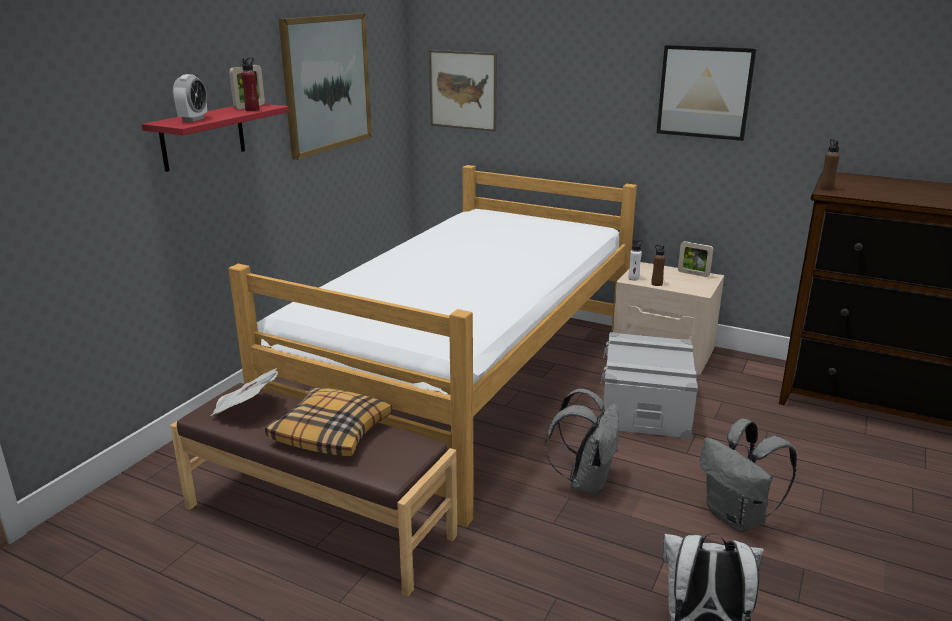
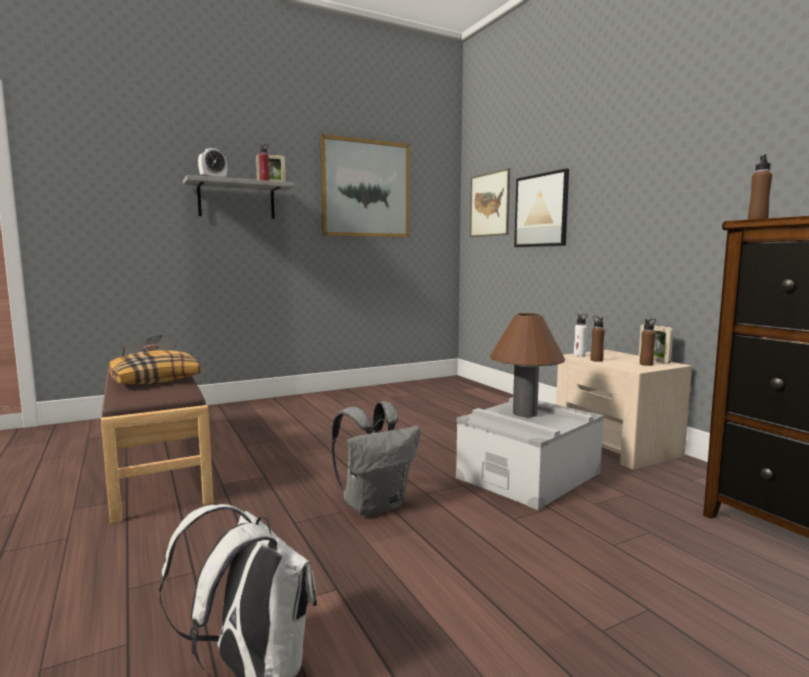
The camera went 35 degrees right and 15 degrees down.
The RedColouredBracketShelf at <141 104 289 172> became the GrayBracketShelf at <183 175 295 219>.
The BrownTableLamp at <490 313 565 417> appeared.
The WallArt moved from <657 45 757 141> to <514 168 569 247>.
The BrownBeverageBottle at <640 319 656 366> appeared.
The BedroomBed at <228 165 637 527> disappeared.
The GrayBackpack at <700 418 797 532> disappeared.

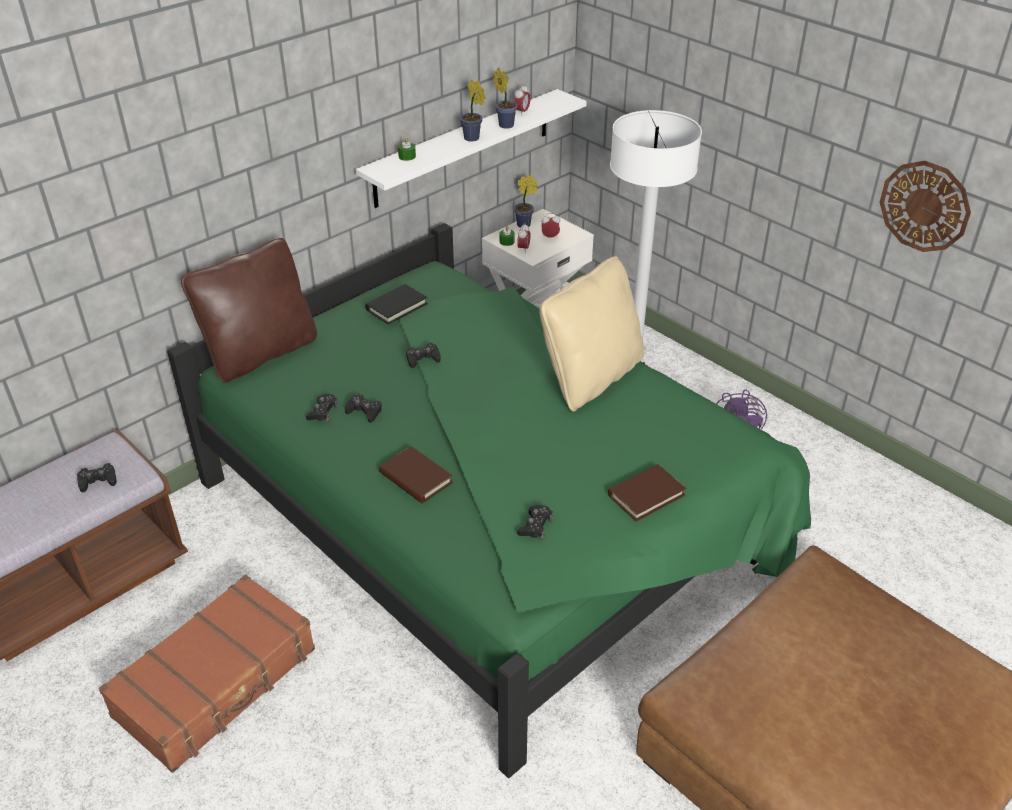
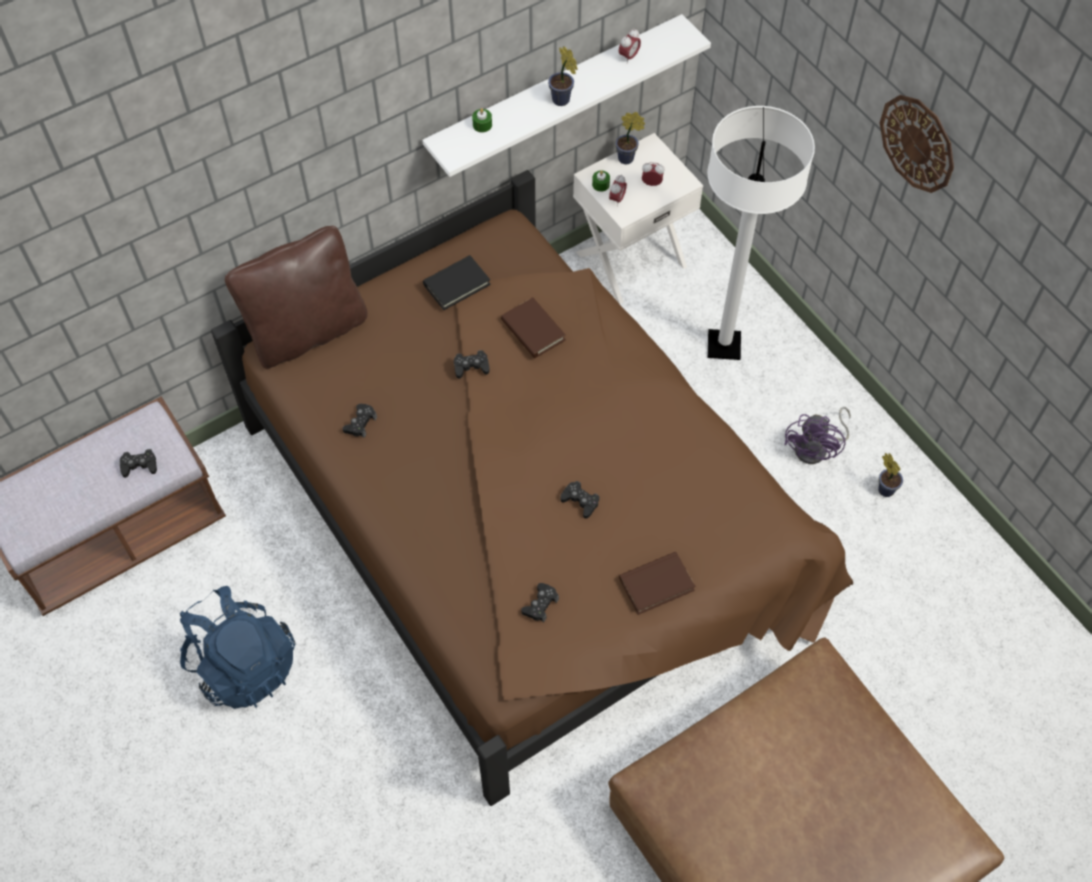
The camera went 10 degrees right and 20 degrees up.
The BrownPieceOfLuggage at <99 575 315 773> was replaced by the BlueColouredBackpack at <180 586 295 709>.
The GreenishBedroomBed at <167 223 811 778> became the BrownBedroomBed at <211 170 853 806>.
The BrownVolume moved from <379 446 453 503> to <501 297 566 358>.
The BlackGameController moved from <345 394 382 423> to <560 481 599 519>.
The PlantInAPot moved from <493 67 517 129> to <878 453 903 497>.
The HangingClock moved from <880 161 971 252> to <880 95 954 193>.
The BeigeThrowPillow at <540 256 644 412> disappeared.

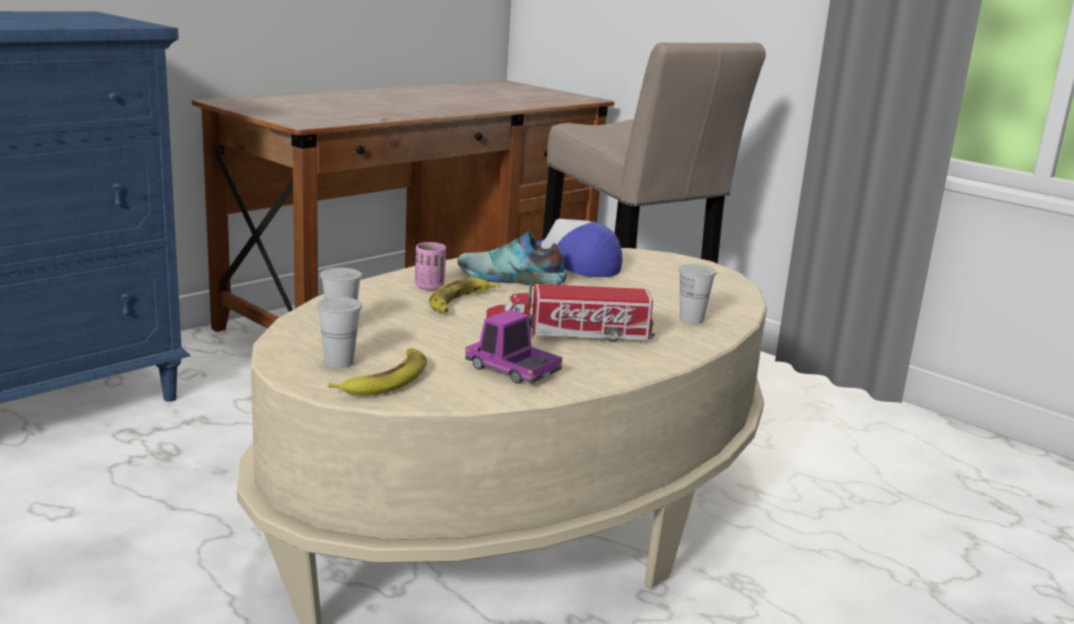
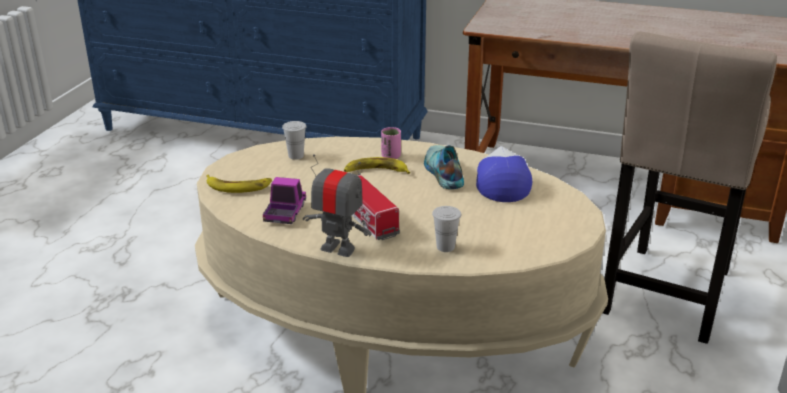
The camera went 65 degrees right and 10 degrees up.
The RobotFigure at <303 154 372 257> appeared.
The WhiteDrinkingCup at <316 297 362 368> disappeared.

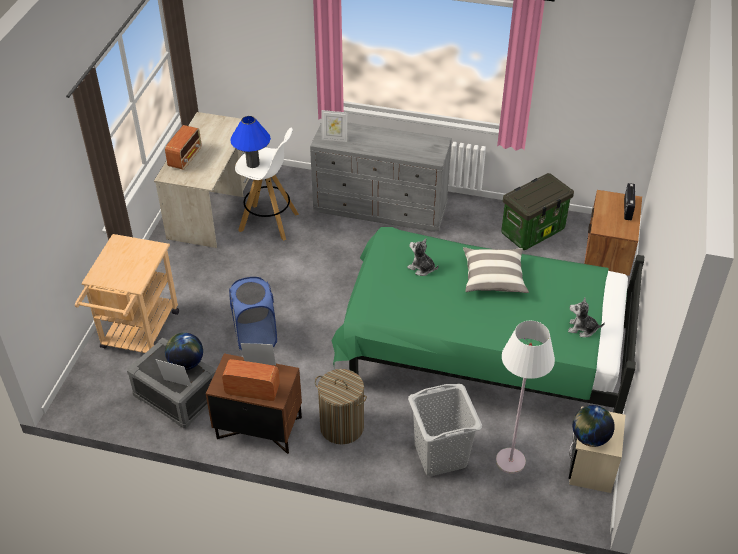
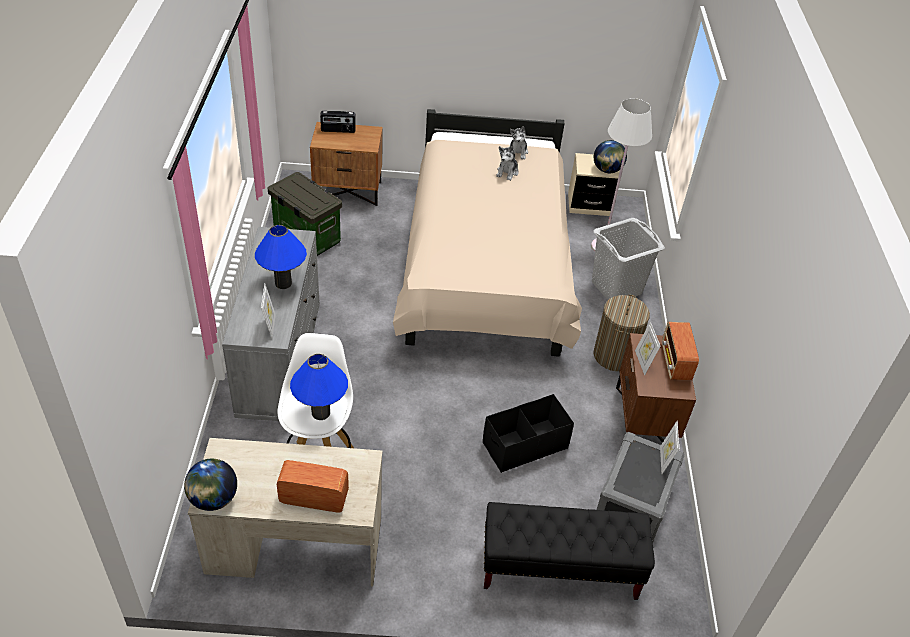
The camera went 105 degrees left and 0 degrees up.
The WorldGlobe moved from <165 333 203 370> to <184 459 237 511>.
The BlueColouredTableLamp at <255 225 307 289> appeared.
The GreenishBedroomBed at <332 227 644 414> became the BeigeBedroomBed at <393 109 582 357>.
The BlueColouredLaundryBasket at <229 277 277 350> was replaced by the BlackStorageContainer at <483 394 574 473>.
The BeigeWheeledCart at <75 234 179 353> was replaced by the BlackLongSeat at <484 502 655 600>.
The CuddlyToy moved from <407 238 439 276> to <496 146 519 181>.
The ThrowPillow at <463 247 529 293> disappeared.

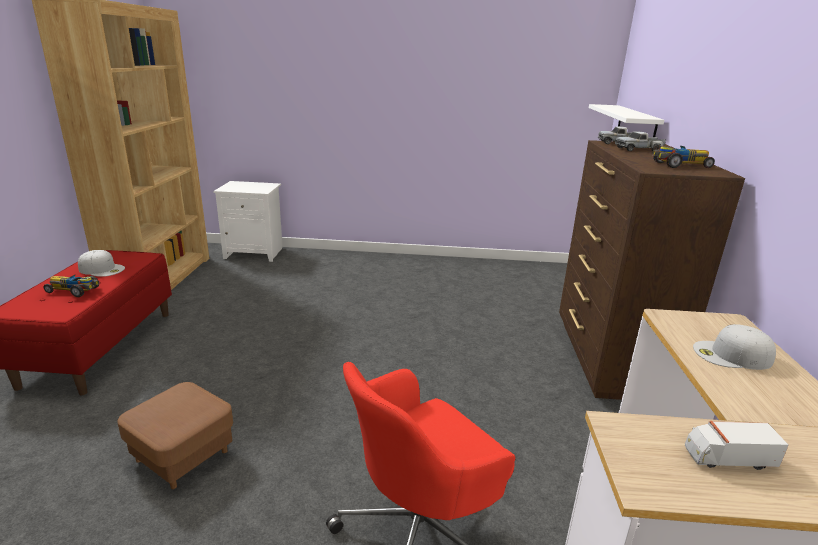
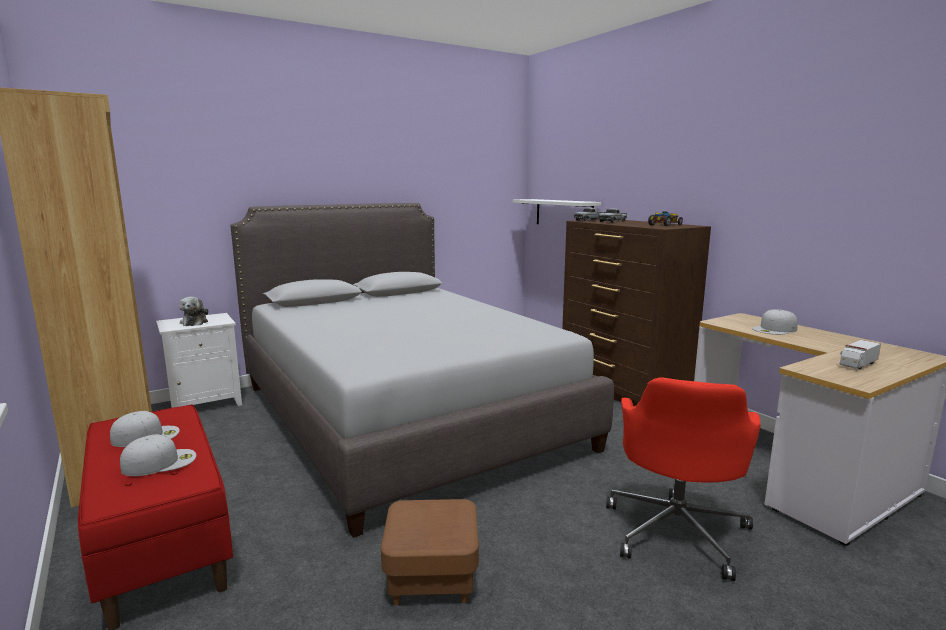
The camera went 35 degrees left and 10 degrees down.
The ModelCar at <43 275 99 297> was replaced by the WhiteBaseballCap at <120 434 196 476>.
The CuddlyToy at <179 297 208 326> appeared.
The GrayBedroomBed at <230 203 614 538> appeared.

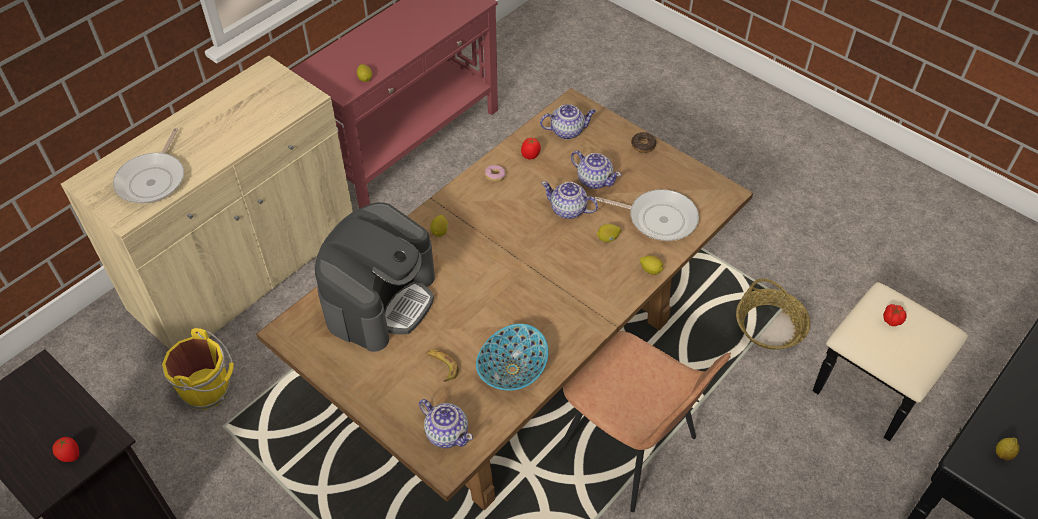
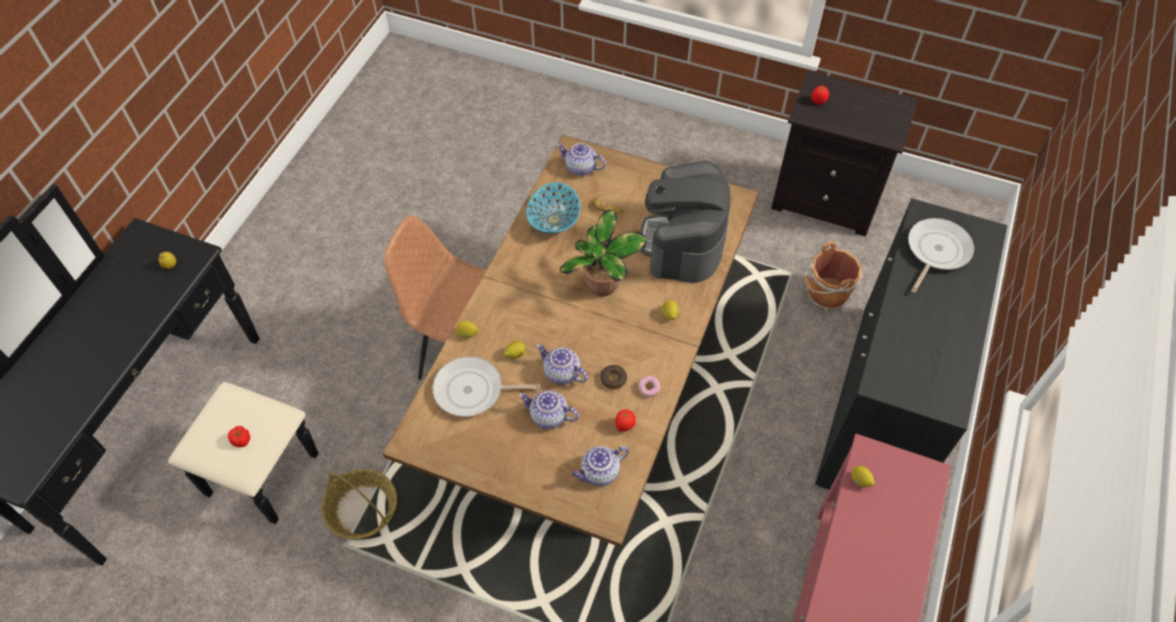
The camera went 160 degrees right and 5 degrees up.
The Teapot at <541 181 598 219> turned 150 degrees counterclockwise.
The PlantInAPot at <560 210 647 296> appeared.
The Doughnut moved from <631 132 657 153> to <600 365 627 390>.
The YellowishBucket at <162 328 234 410> became the BrownBucket at <804 242 863 311>.
The BeigeCabinet at <61 55 353 349> became the BlackCabinet at <815 198 1008 490>.
The Pan at <113 128 184 204> turned 45 degrees clockwise.

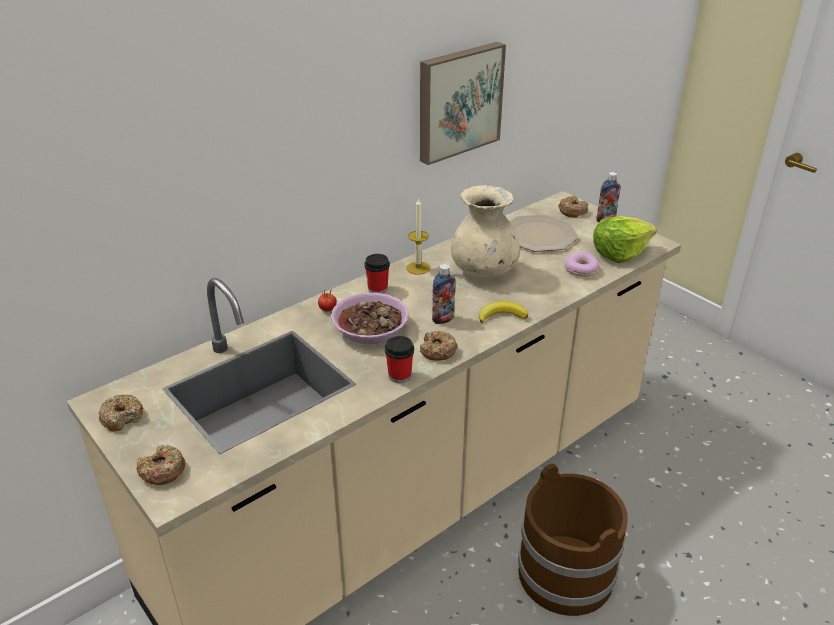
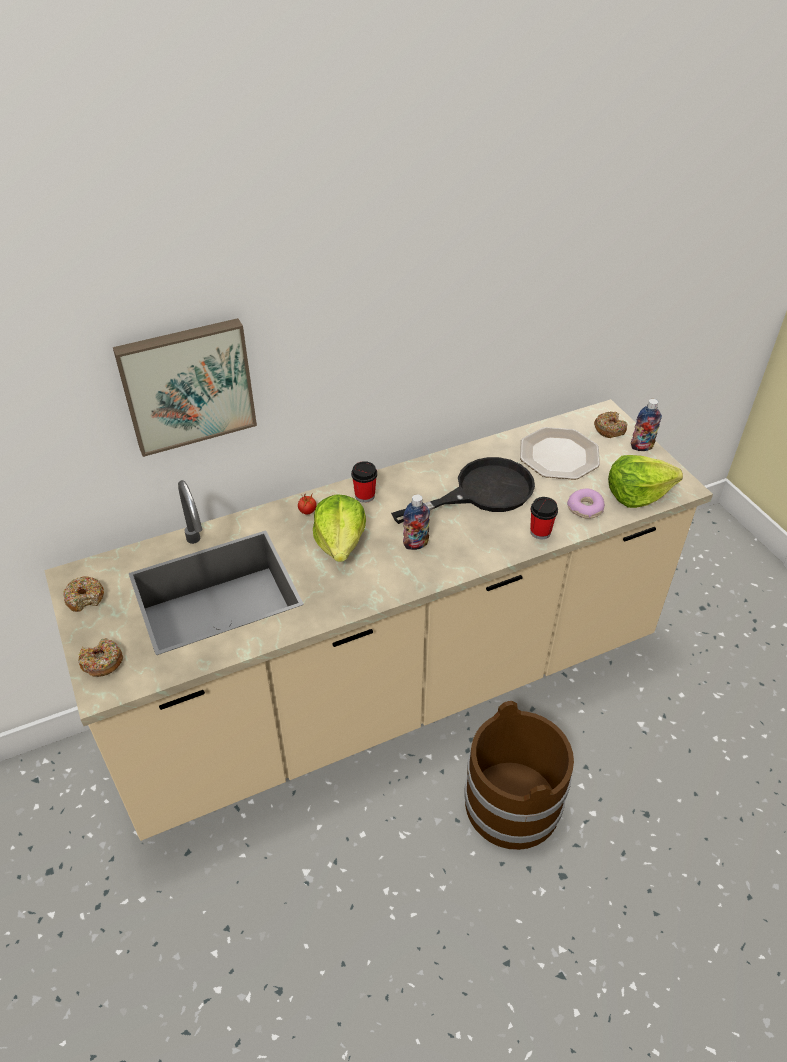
The camera went 15 degrees right and 10 degrees up.
The WallArt moved from <420 42 506 165> to <113 318 257 457>.
The Bowl at <331 293 409 344> was replaced by the Lettuce at <313 494 366 562>.
The BeigeDecorativeVase at <451 185 520 277> was replaced by the BlackPan at <391 457 535 524>.
The DrinkingCup moved from <385 336 414 383> to <530 497 558 539>.
The Candle at <407 197 430 275> disappeared.
The Doughnut at <420 331 458 361> disappeared.
The WholeBanana at <479 301 528 323> disappeared.

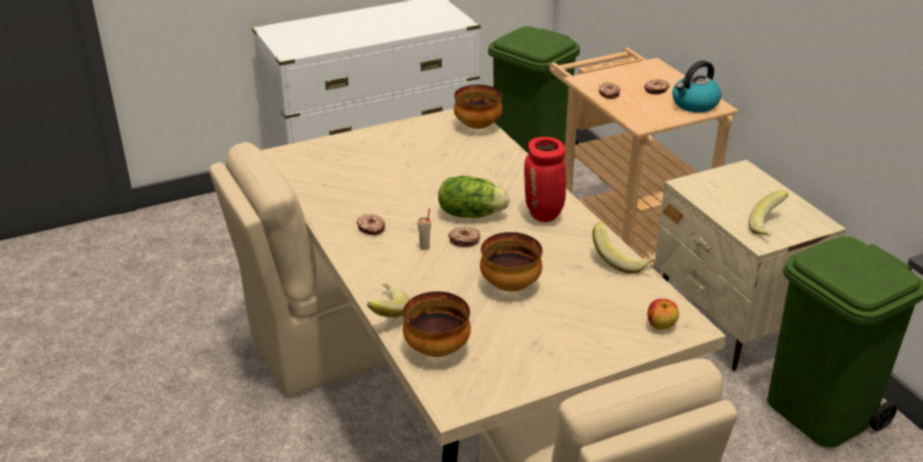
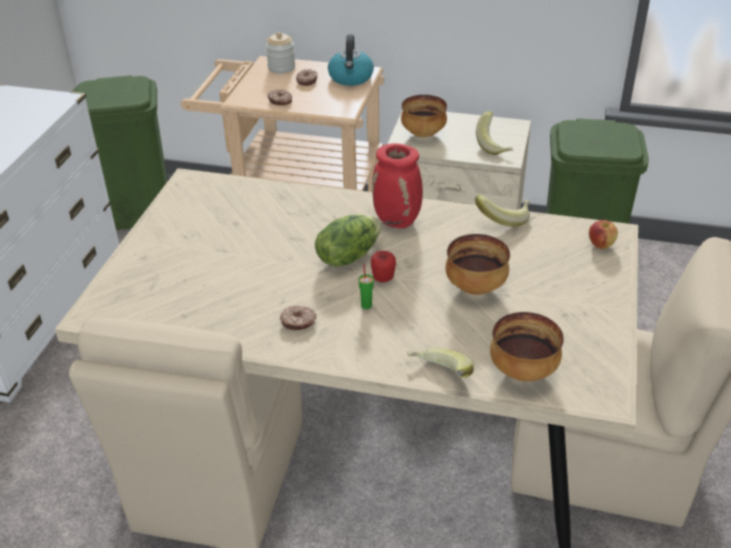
The camera went 50 degrees left and 5 degrees up.
The PreserveJar at <266 32 295 74> appeared.
The BeigeDrinkingCup at <417 208 431 250> became the GreenishDrinkingCup at <358 264 374 309>.
The Doughnut at <448 226 480 247> was replaced by the AppleFruit at <371 251 396 283>.
The Bowl moved from <454 85 502 129> to <401 95 447 137>.

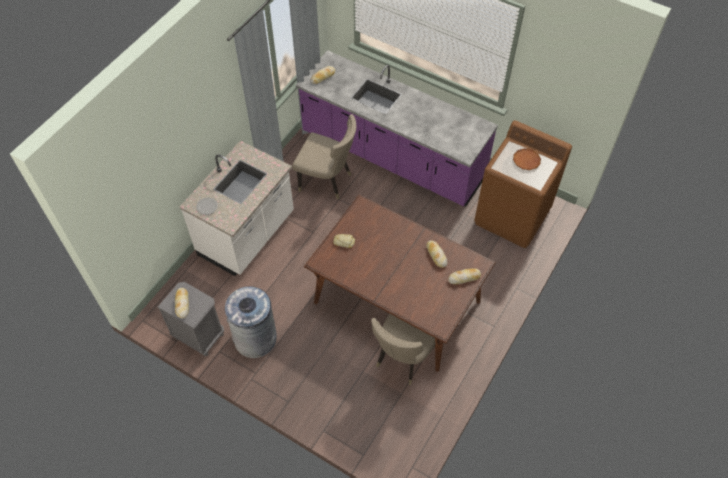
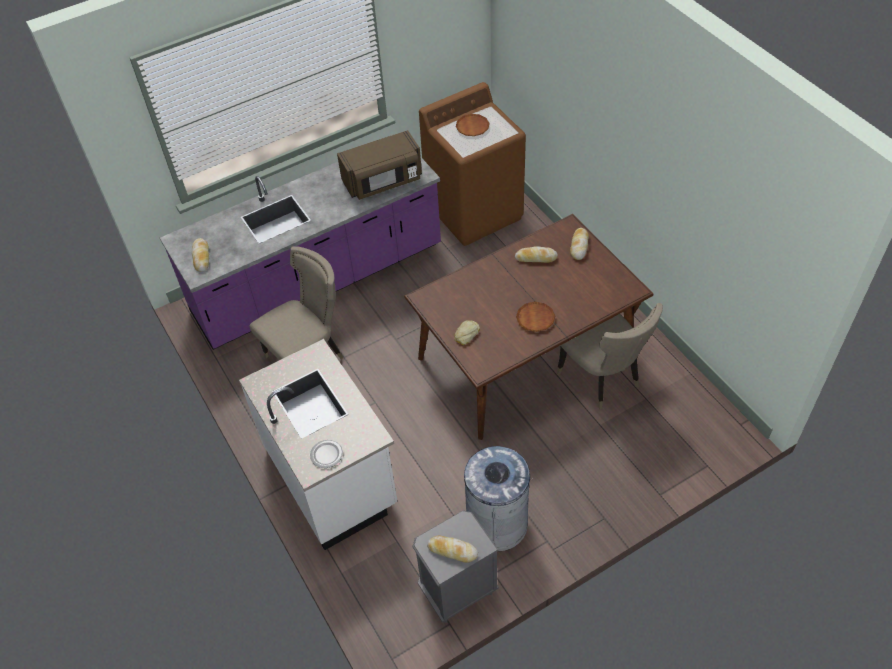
The camera went 60 degrees left and 5 degrees down.
The BrownMicrowave at <337 130 422 200> appeared.
The BrownFlatDish at <516 302 555 332> appeared.

